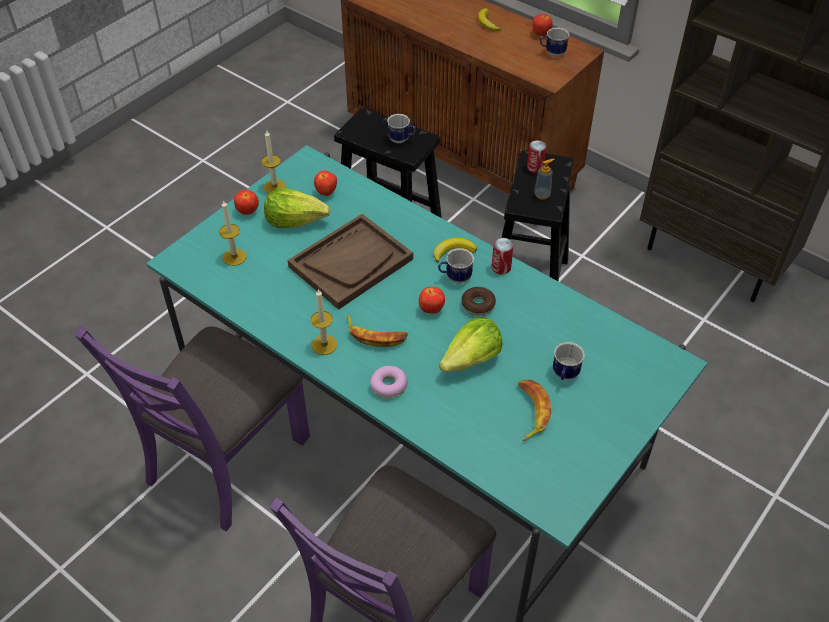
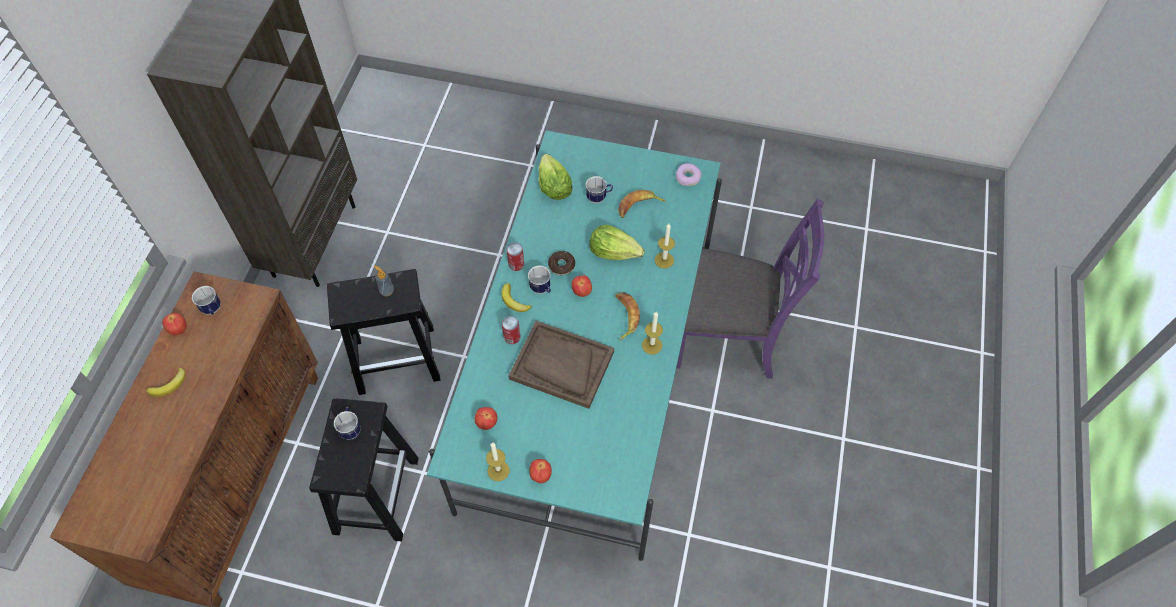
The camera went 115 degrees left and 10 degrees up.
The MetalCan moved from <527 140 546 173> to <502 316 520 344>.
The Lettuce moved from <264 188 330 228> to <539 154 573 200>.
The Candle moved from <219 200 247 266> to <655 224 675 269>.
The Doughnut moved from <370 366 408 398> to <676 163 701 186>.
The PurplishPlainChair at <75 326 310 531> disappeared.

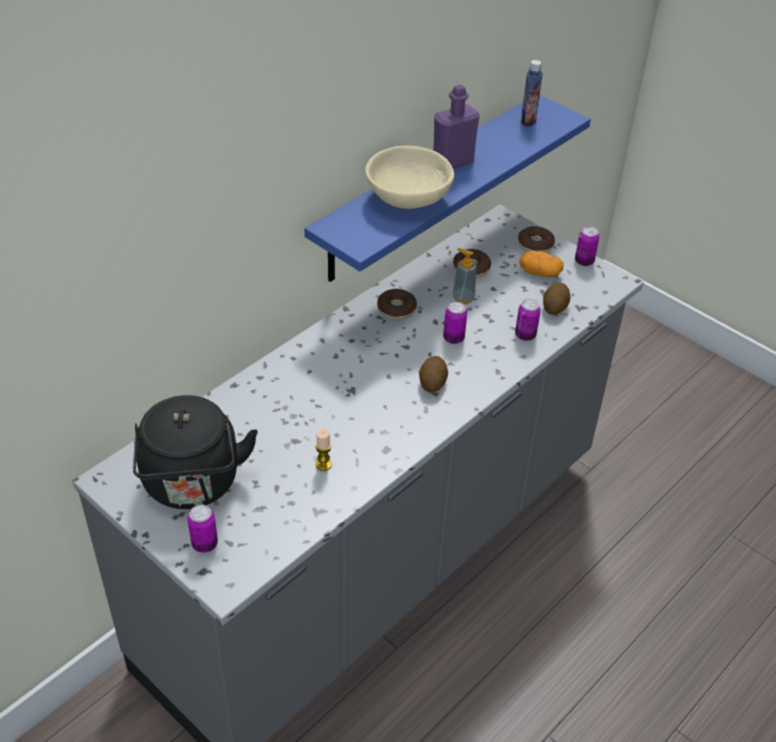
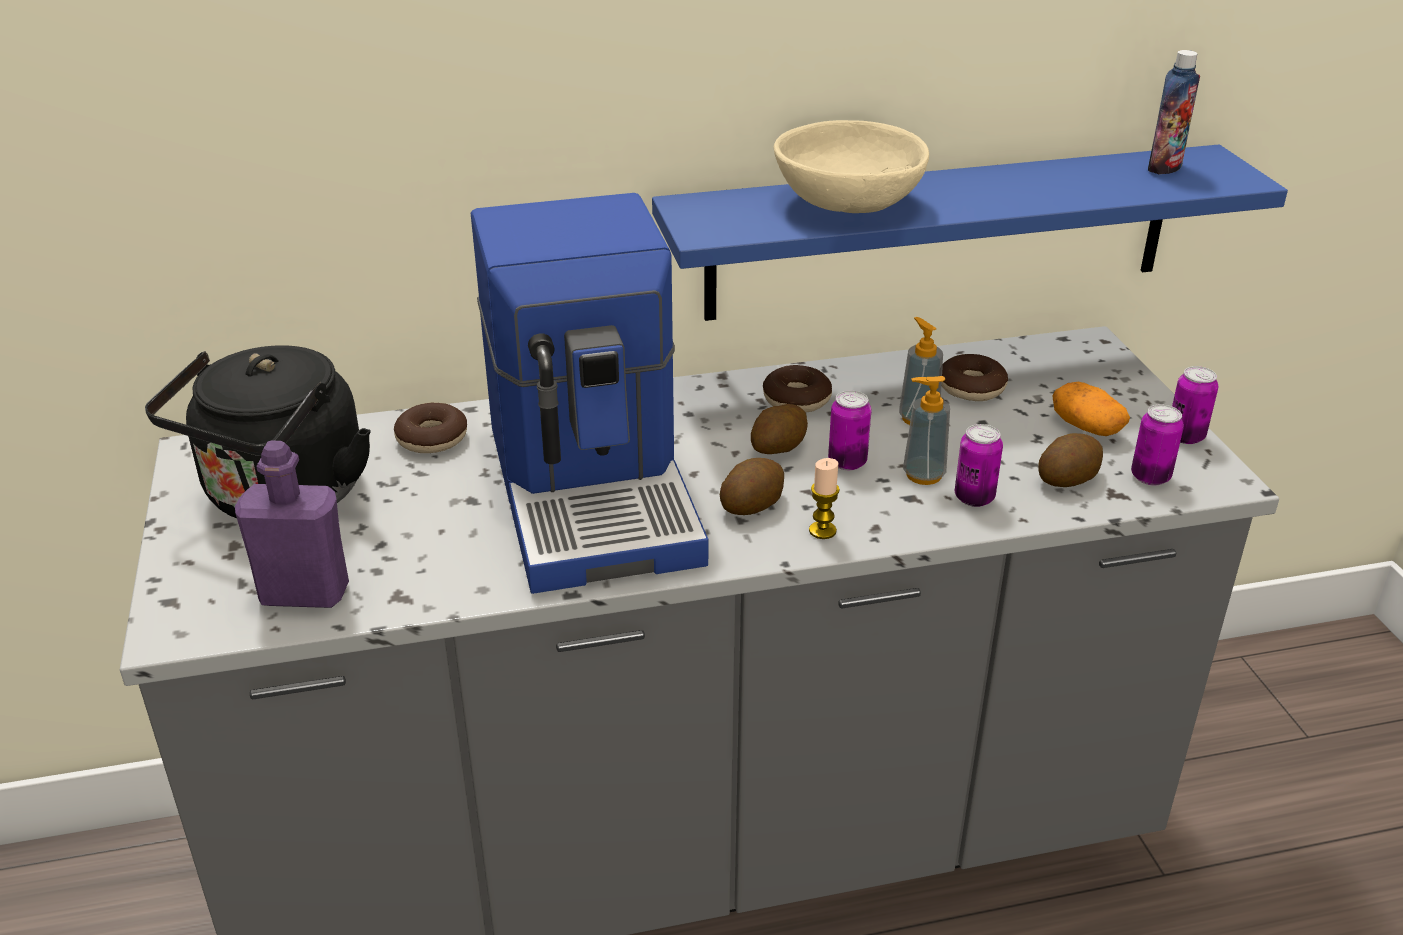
The camera went 35 degrees right and 10 degrees down.
The PurplishBeverageBottle moved from <433 85 480 169> to <235 441 349 608>.
The Doughnut moved from <518 226 555 252> to <394 403 467 453>.
The CoffeeMachine at <471 193 708 594> appeared.
The Potato at <751 404 808 454> appeared.
The Candle moved from <315 428 332 471> to <809 458 840 539>.
The LiquidSoapBottle at <903 376 950 485> appeared.
The MetalCan moved from <188 505 218 553> to <1131 404 1184 486>.

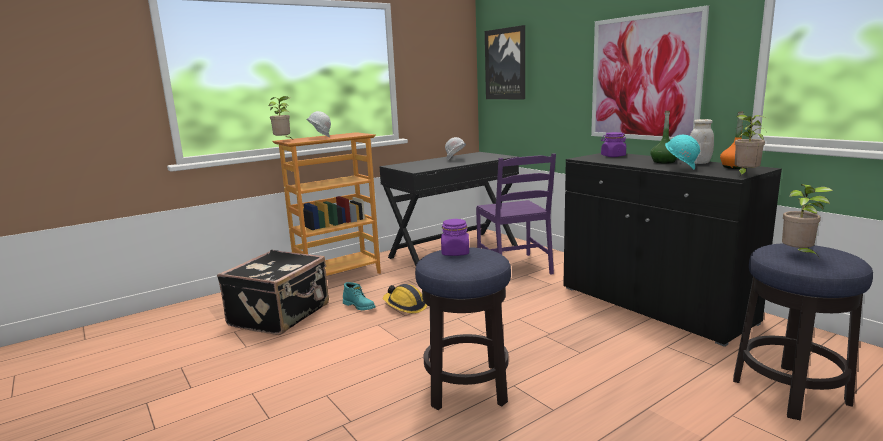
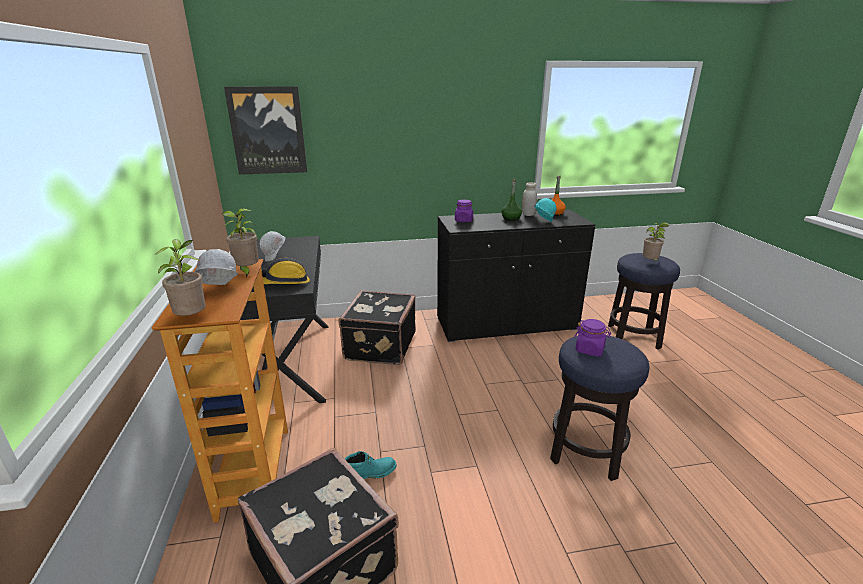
The camera went 65 degrees left and 10 degrees up.
The PlantInAPot moved from <735 115 767 176> to <222 208 259 278>.
The SafetyHelmet moved from <383 284 427 313> to <261 258 310 284>.
The PurplishPlainChair at <476 154 556 274> was replaced by the BlackPieceOfLuggage at <339 290 416 365>.
The WallArt at <591 5 709 141> disappeared.

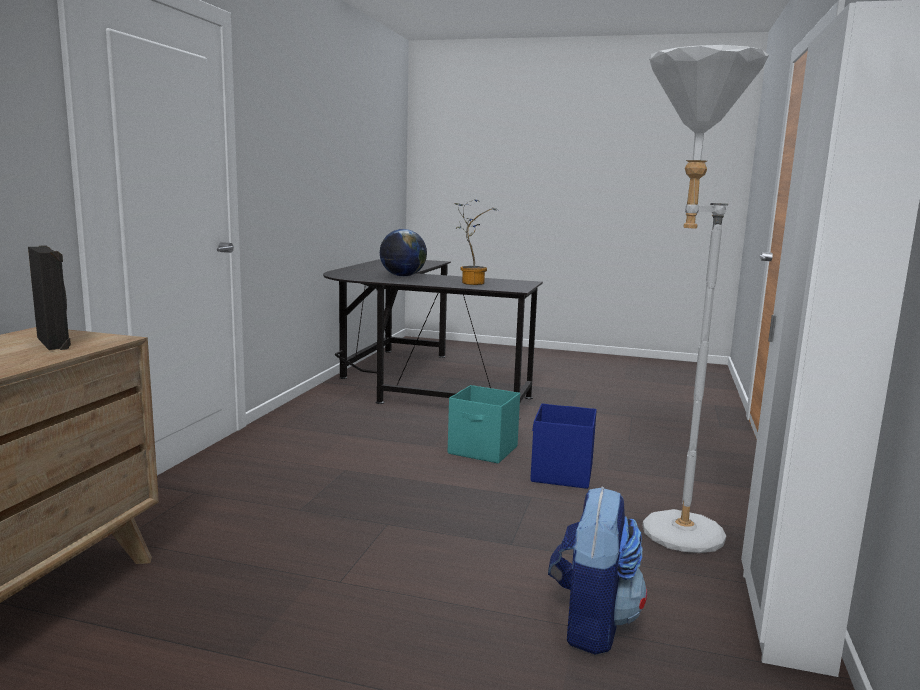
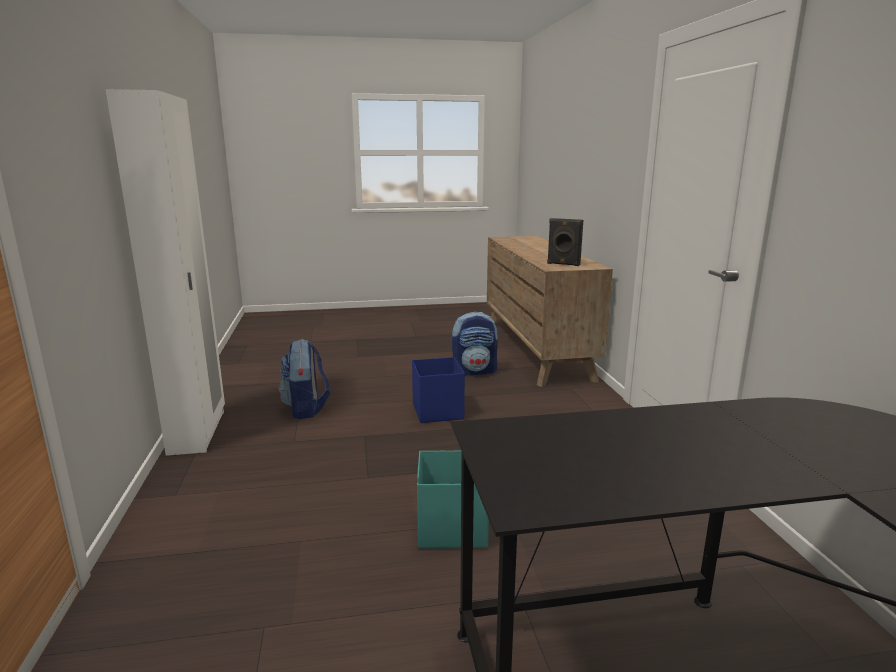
The camera went 155 degrees right and 5 degrees up.
The BlueColouredStorageContainer moved from <530 403 597 489> to <412 357 465 423>.
The Backpack at <452 312 498 375> appeared.
The WorldGlobe at <380 229 427 277> disappeared.
The PlantInAPot at <454 199 498 285> disappeared.
The WhiteStandardLamp at <642 45 769 553> disappeared.

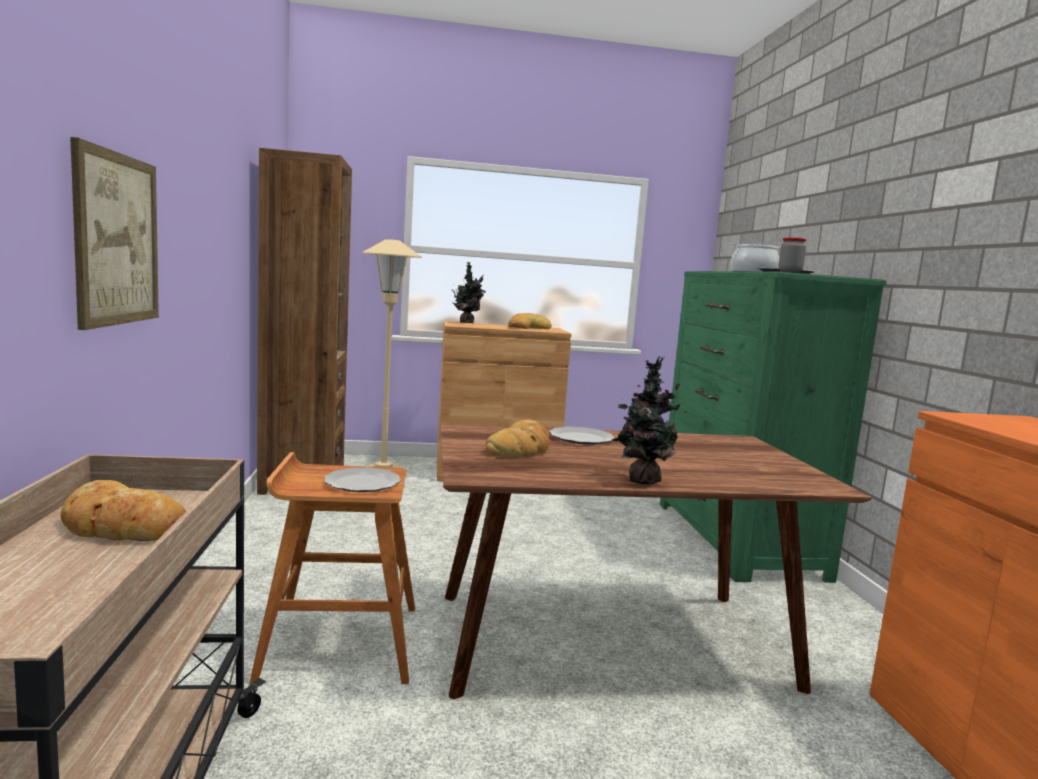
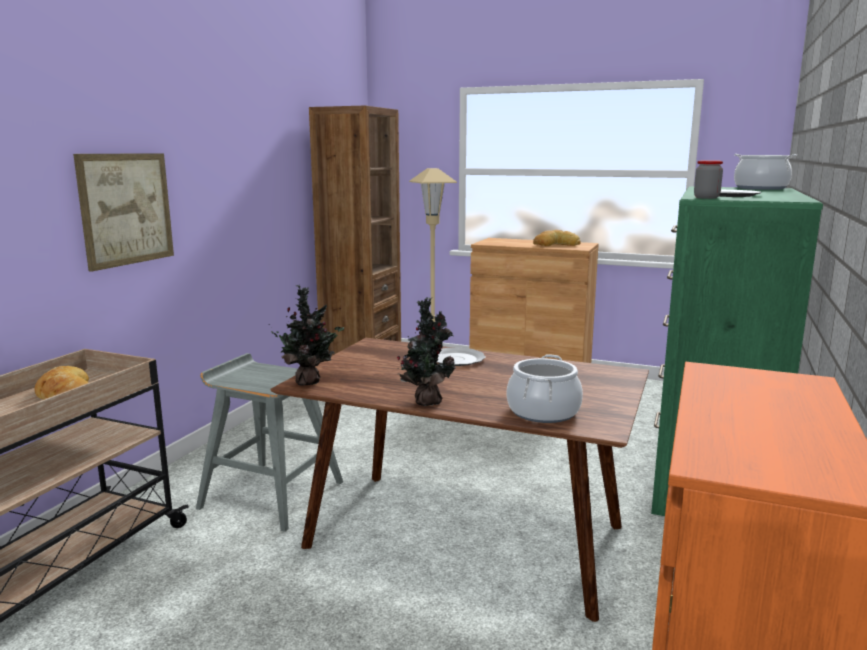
The camera went 30 degrees right and 5 degrees up.
The BrownStoolSeat at <249 452 415 684> became the GrayStoolSeat at <196 353 343 532>.
The PlantInAPot moved from <451 262 486 323> to <271 285 344 386>.
The CookingPot at <507 355 583 423> appeared.
The FlatDish at <324 467 401 492> disappeared.
The BakeryBread at <486 420 550 457> disappeared.

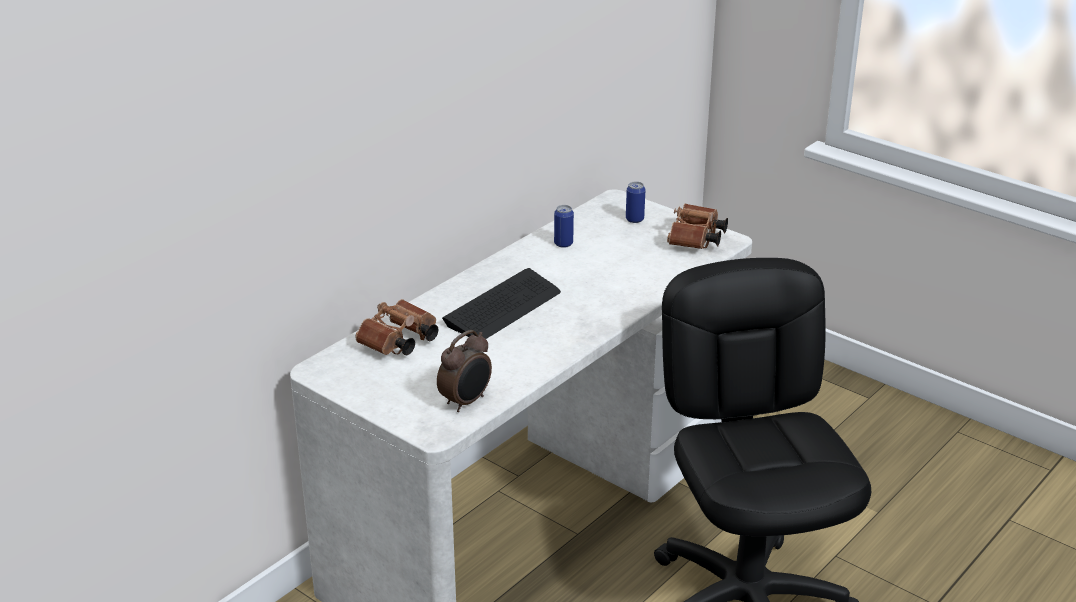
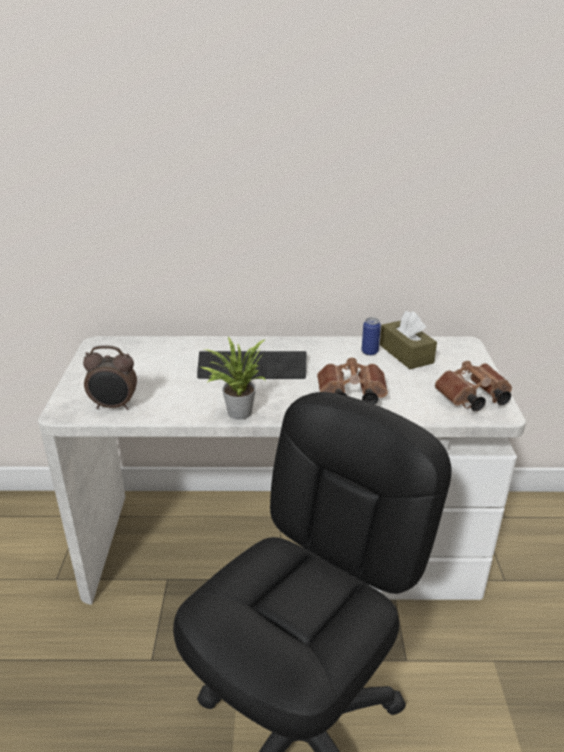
The camera went 50 degrees right and 0 degrees up.
The PlantInAPot at <201 337 266 420> appeared.
The BrownBinoculars moved from <355 299 438 355> to <317 358 388 405>.
The BrownBoxOfTissues at <380 311 437 369> appeared.
The MetalCan at <626 181 645 223> disappeared.

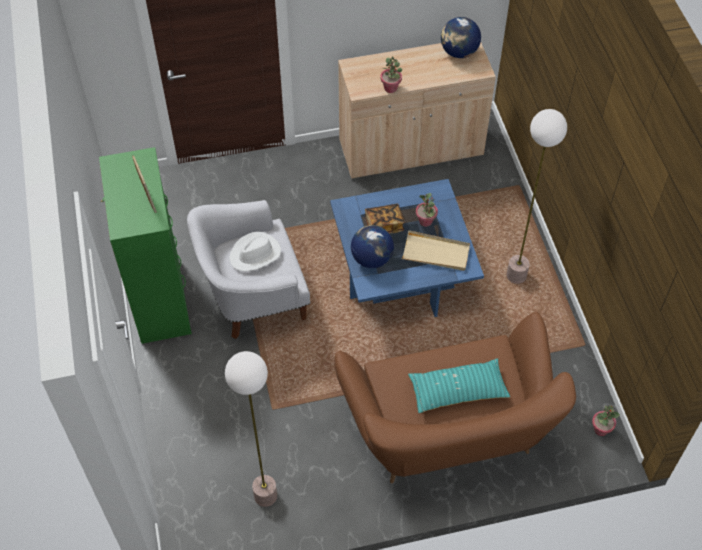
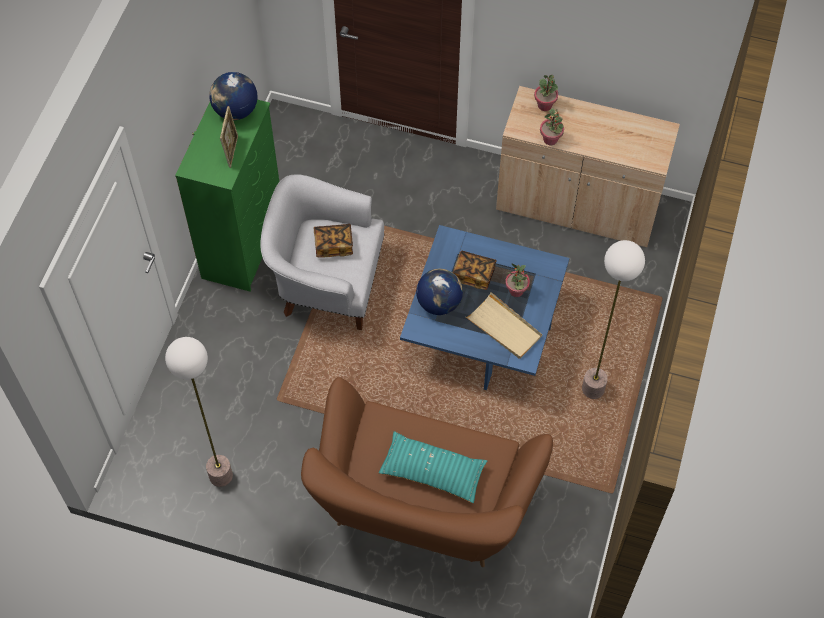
The camera went 30 degrees right and 5 degrees up.
The WorldGlobe moved from <441 17 481 58> to <209 72 258 120>.
The WhiteWearableHat at <229 232 281 272> was replaced by the Volume at <314 224 353 258>.
The PlantInAPot moved from <592 405 620 436> to <534 75 558 111>.

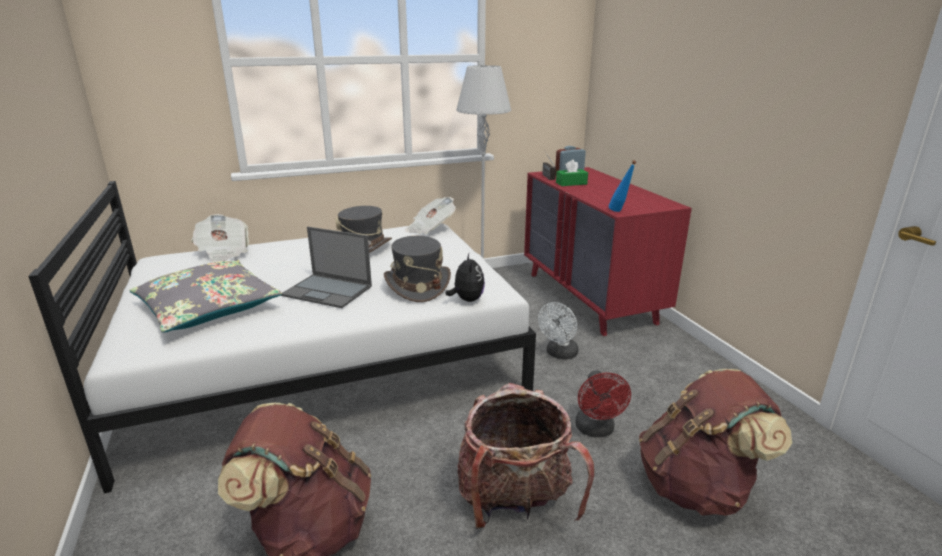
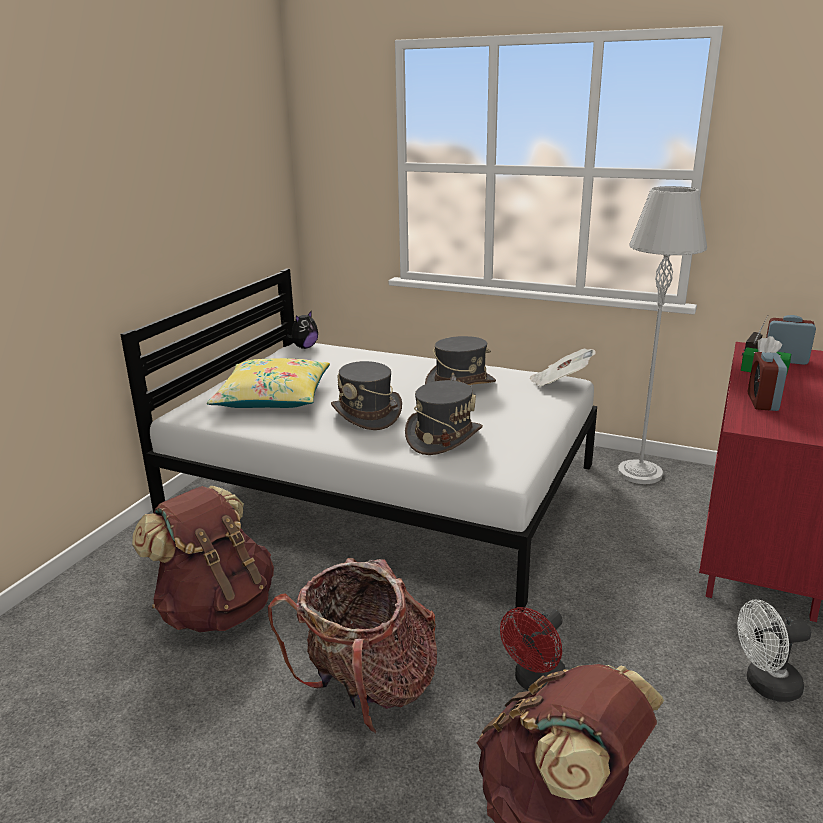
The camera went 45 degrees right and 0 degrees up.
The GrayThrowPillow at <129 260 282 333> became the YellowishThrowPillow at <207 358 330 408>.
The CuddlyToy moved from <445 253 485 302> to <286 310 318 349>.
The Laptop at <281 227 372 308> was replaced by the GrayWearableHat at <331 361 402 430>.
The WhiteFan moved from <538 302 579 360> to <737 600 811 702>.
The BedsideClock at <748 352 787 411> appeared.
The PrintedPaper at <192 214 249 262> disappeared.
The BlueColouredBeverageBottle at <609 160 636 212> disappeared.

